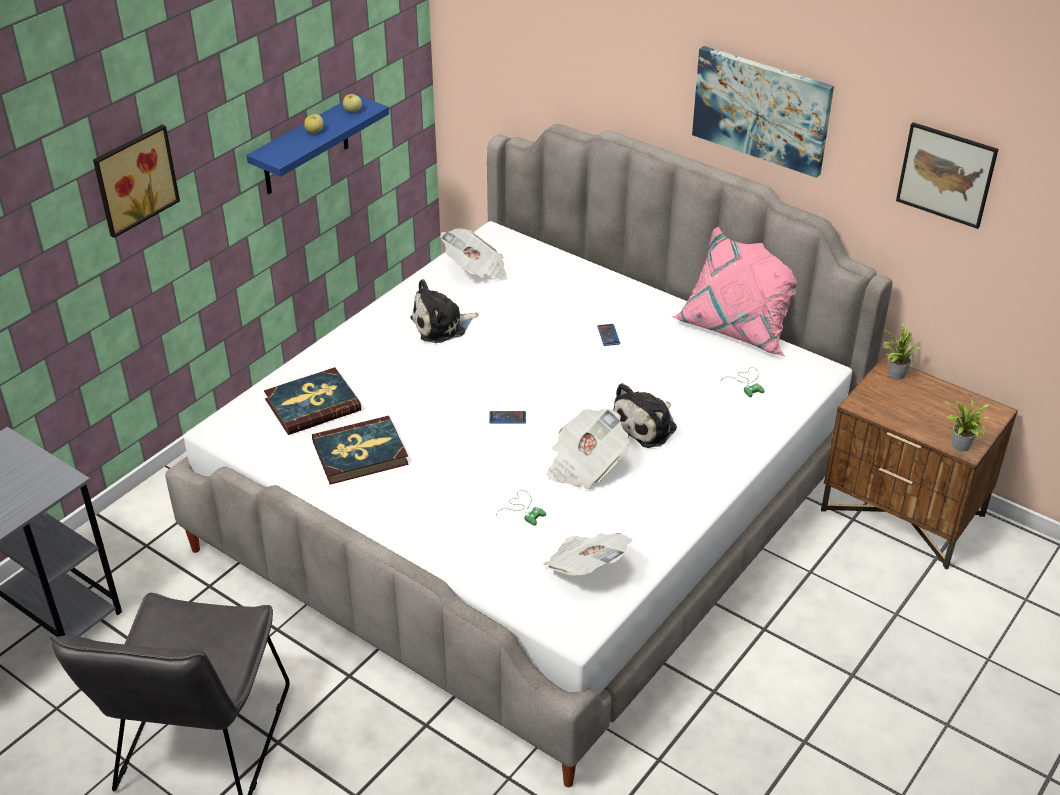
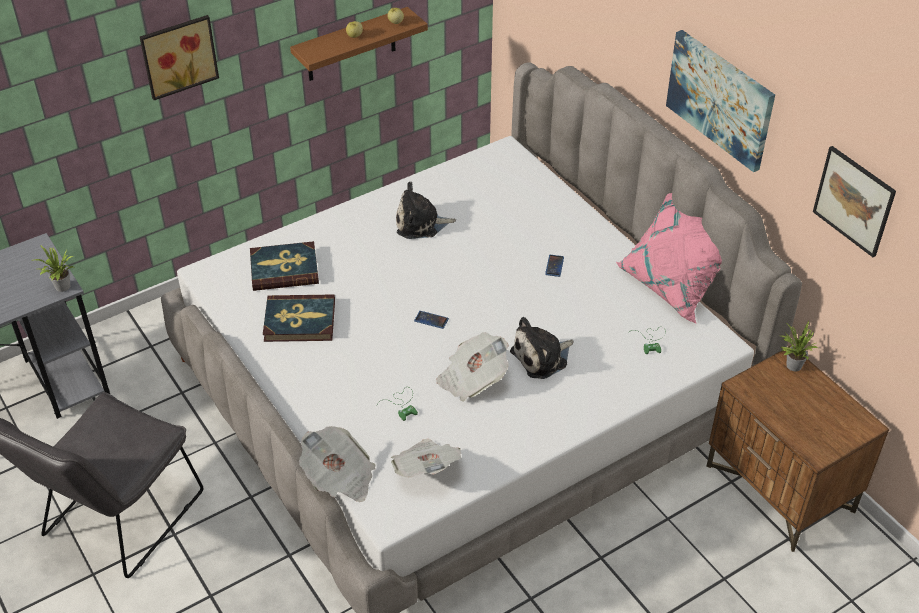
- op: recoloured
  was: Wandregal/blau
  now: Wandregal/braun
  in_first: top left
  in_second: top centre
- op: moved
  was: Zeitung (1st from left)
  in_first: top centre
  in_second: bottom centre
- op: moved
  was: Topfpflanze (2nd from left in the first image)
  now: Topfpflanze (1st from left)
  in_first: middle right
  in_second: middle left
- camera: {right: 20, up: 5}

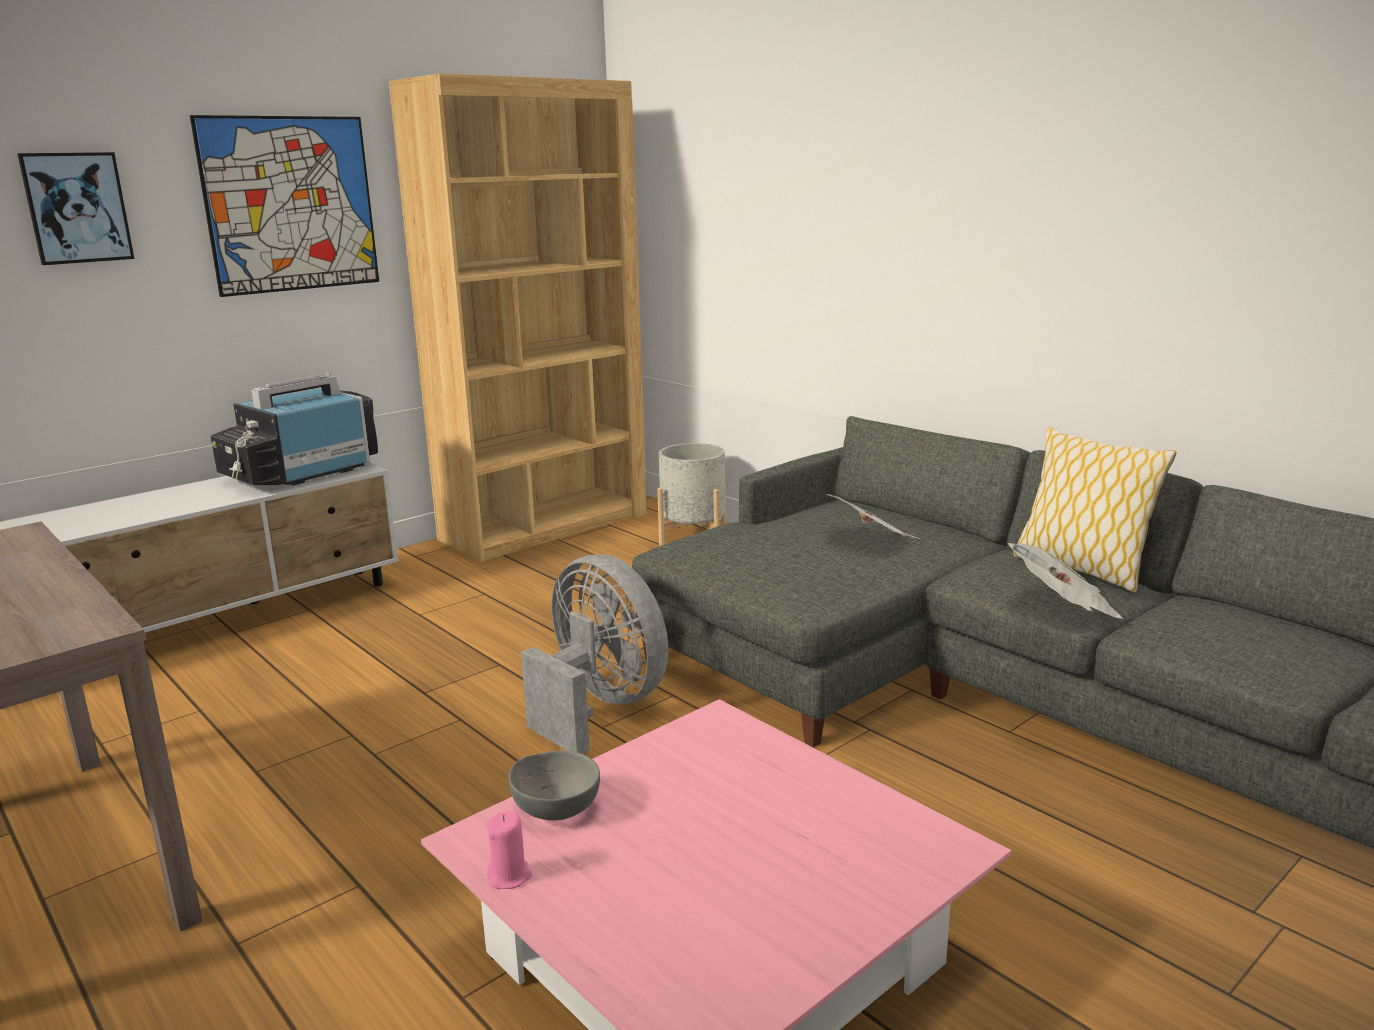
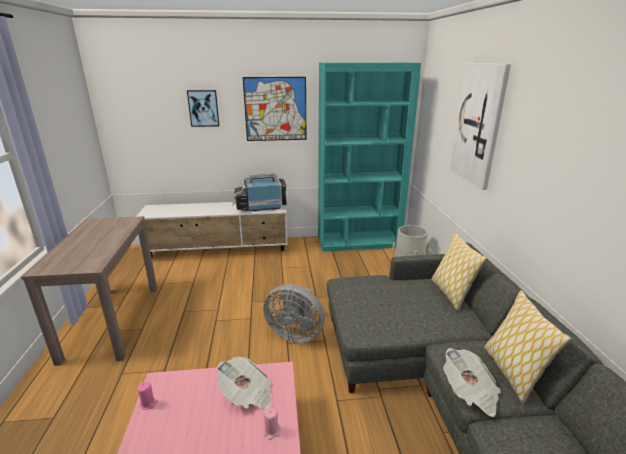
- op: recoloured
  was: Bücherregal/braun
  now: Bücherregal/türkis
  in_first: top centre
  in_second: centre
- op: moved
  was: Zeitung (1st from left)
  in_first: centre
  in_second: bottom centre
- op: turned
  was: Ventilator/grau
  in_first: centre
  in_second: bottom centre
  clockwise: 120
- op: removed
  was: Schüssel/grau
  in_first: bottom centre
- op: added
  now: Bild (3rd from left)
  in_second: top right
- op: added
  now: Kissen (1st from left)
  in_second: middle right
- op: added
  now: Kerze/rosa (2nd from left)
  in_second: bottom centre
- camera: {right: 35, up: 5}

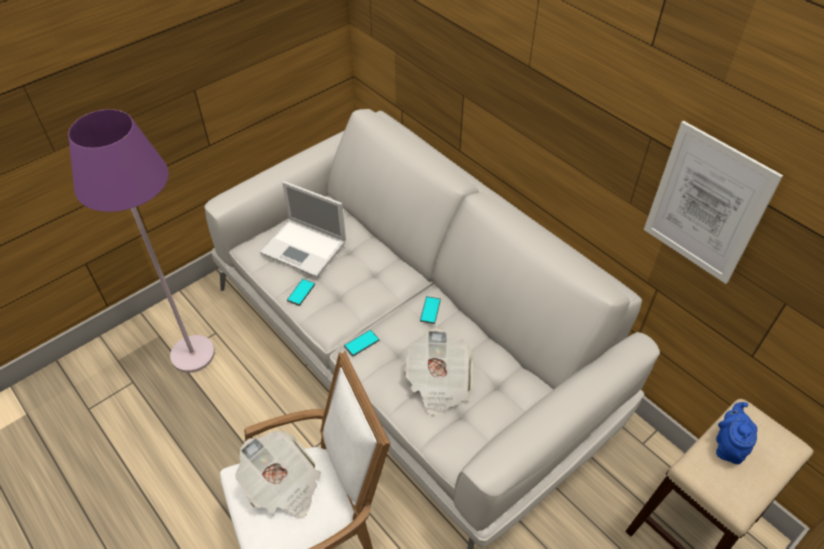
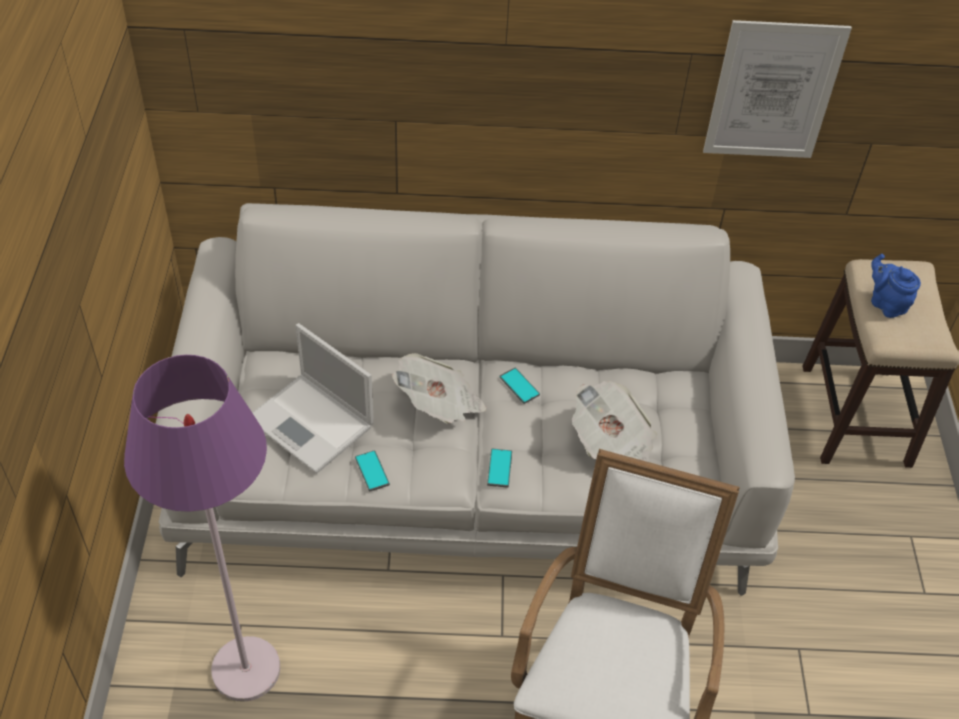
- op: turned
  was: Laptop
  in_first: centre
  in_second: middle left
  clockwise: 60
- op: moved
  was: Zeitung (1st from left)
  in_first: bottom centre
  in_second: centre
- camera: {right: -50, up: 0}

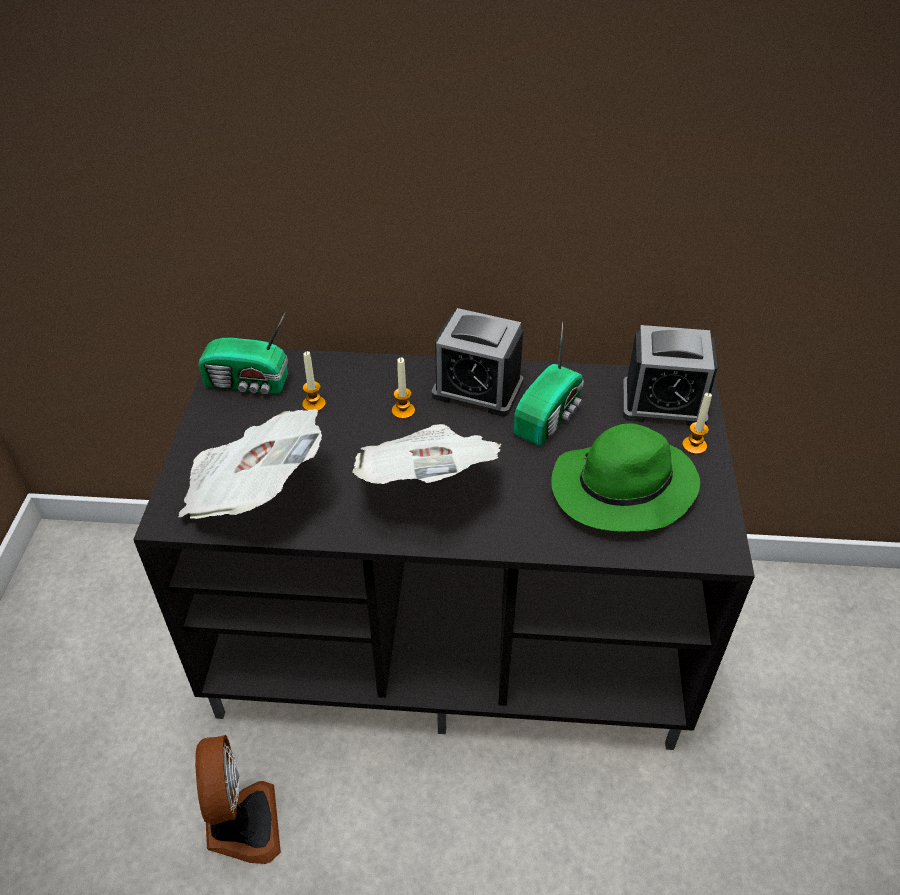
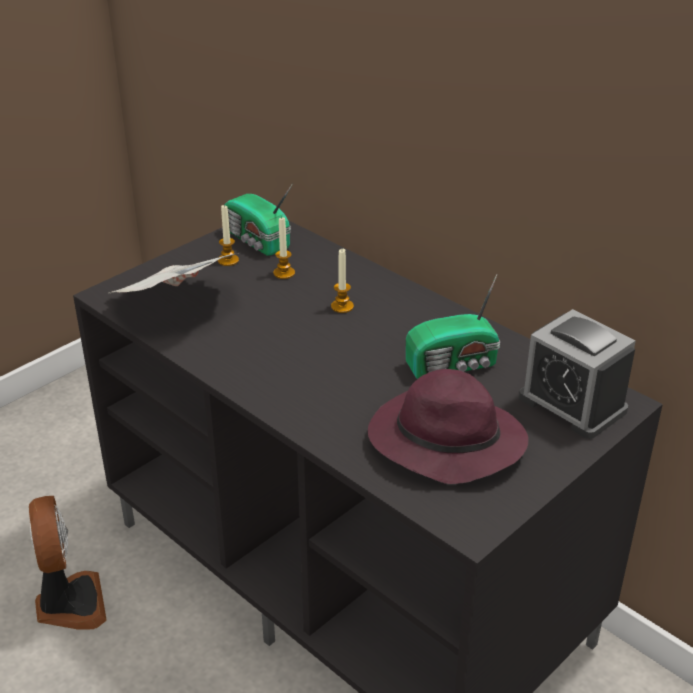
- op: removed
  was: Wecker (1st from left)
  in_first: centre
- op: moved
  was: Kerze (3rd from left in the first image)
  now: Kerze (1st from left)
  in_first: middle right
  in_second: middle left
- op: recoloured
  was: Hut/grün
  now: Hut/lila
  in_first: middle right
  in_second: centre
- op: removed
  was: Zeitung (2nd from left)
  in_first: centre
- op: turned
  was: Ventilator
  in_first: bottom left
  in_second: bottom left
  clockwise: -45
- camera: {right: 40, up: -10}

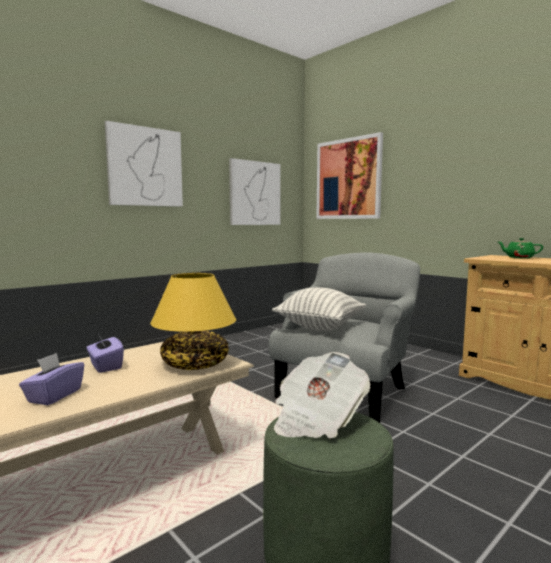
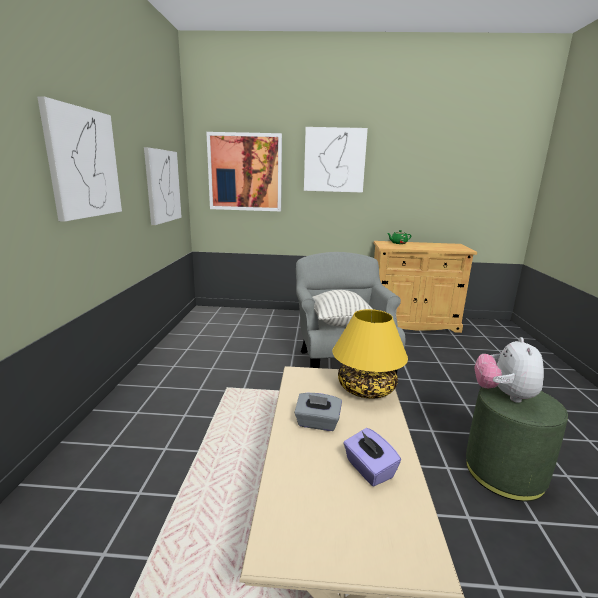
- op: recoloured
  was: Taschentuchbox/lila (2nd from left)
  now: Taschentuchbox/grau
  in_first: middle left
  in_second: bottom centre
- op: replaced
  was: Zeitung
  now: Plüschtier
  in_first: bottom centre
  in_second: middle right
- op: added
  now: Bild (4th from left)
  in_second: top centre
- camera: {right: -45, up: 10}

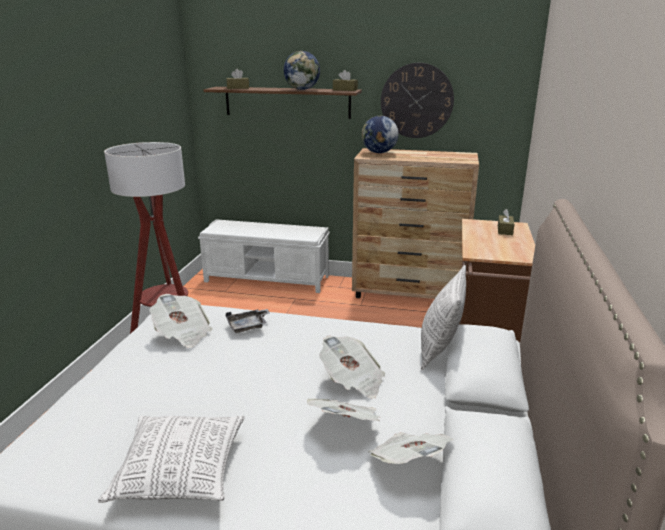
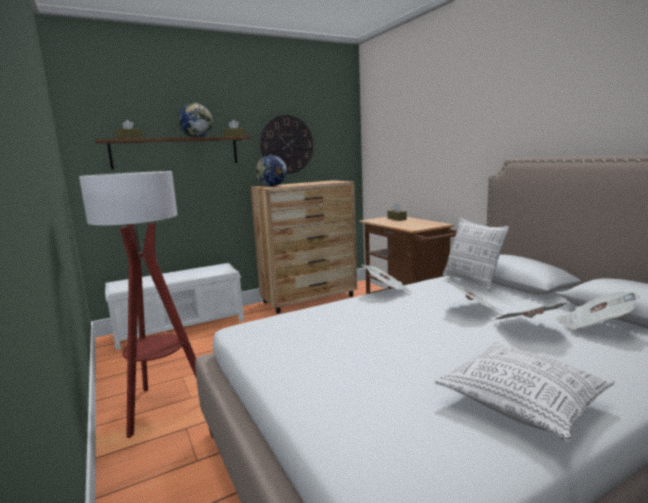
- op: moved
  was: Zeitung (1st from left)
  in_first: middle left
  in_second: centre
- op: removed
  was: Tablett/grau
  in_first: centre
- camera: {right: -40, up: -10}

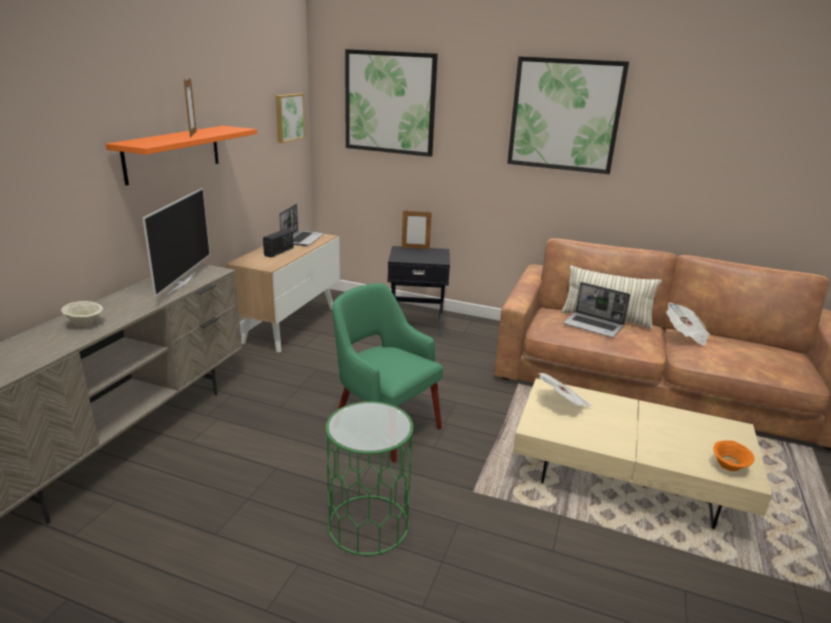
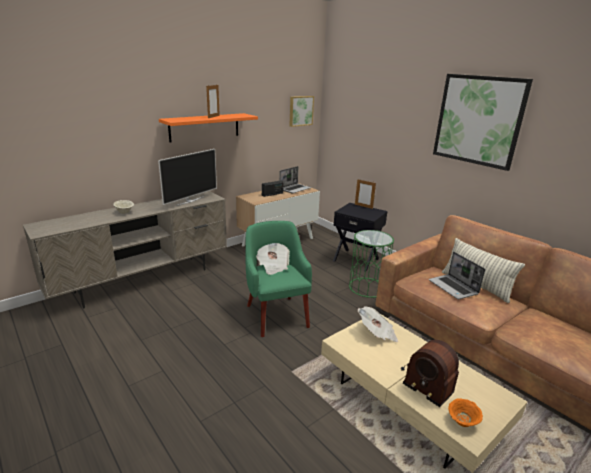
- op: removed
  was: Bild (2nd from left)
  in_first: top centre
- op: moved
  was: Zeitung (2nd from left in the first image)
  now: Zeitung (1st from left)
  in_first: middle right
  in_second: centre
- op: moved
  was: Beistelltisch/grün
  in_first: bottom centre
  in_second: centre
- op: added
  now: Radio (2nd from left)
  in_second: bottom right
- camera: {right: 30, up: 0}

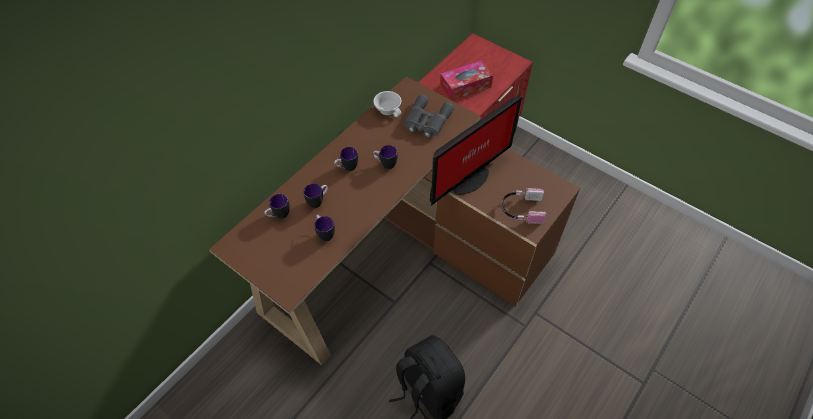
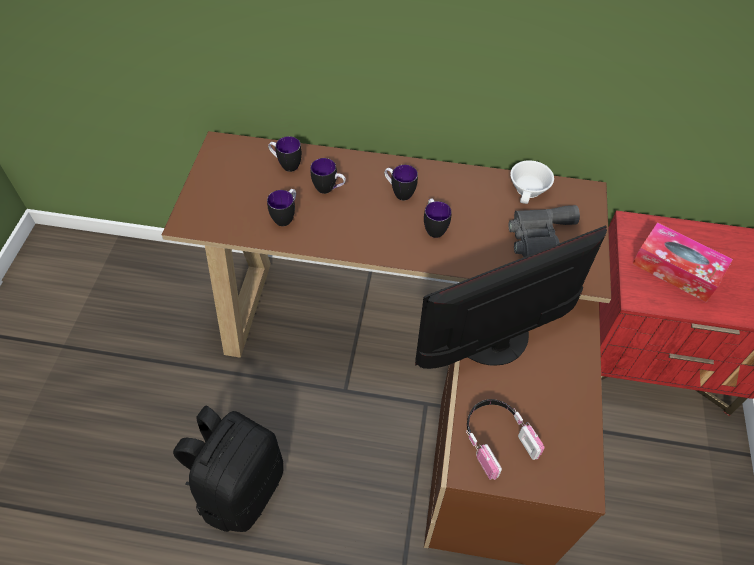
- op: turned
  was: Monitor
  in_first: centre
  in_second: middle right
  clockwise: 135
- camera: {right: 60, up: 0}

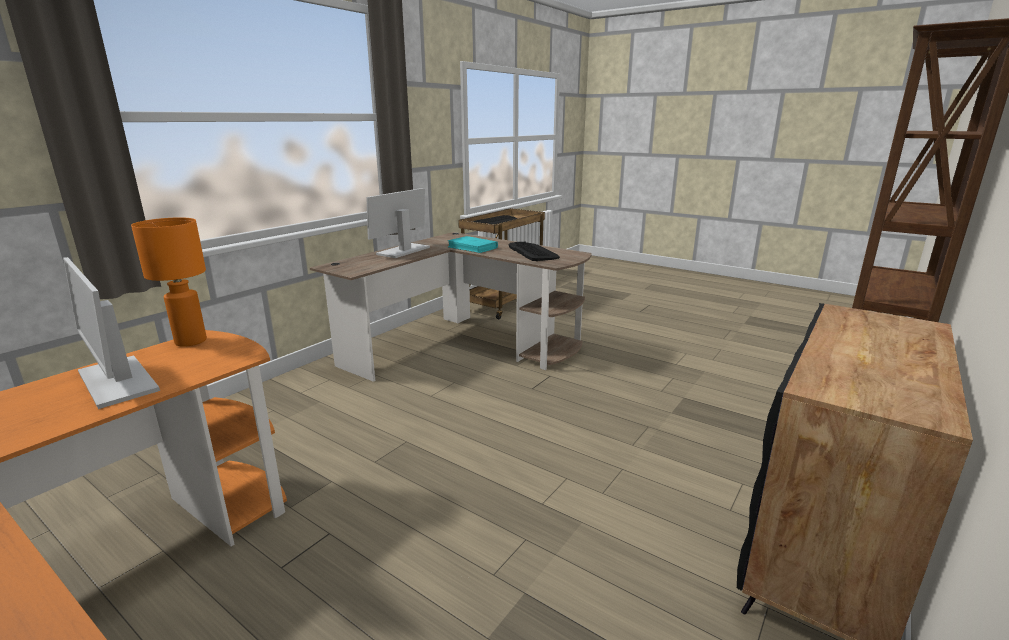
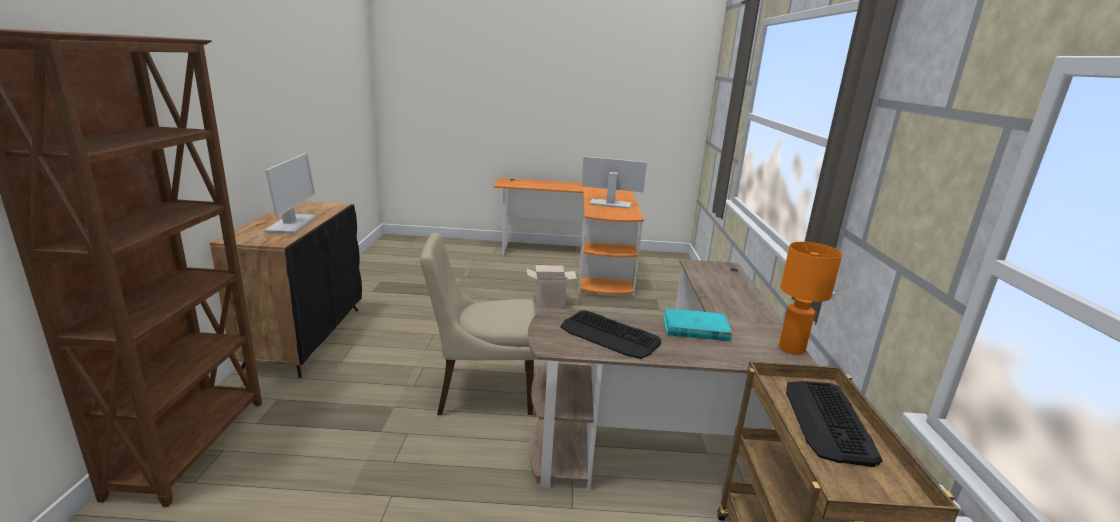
- op: moved
  was: Monitor (2nd from left in the first image)
  now: Monitor (1st from left)
  in_first: centre
  in_second: middle left
- op: moved
  was: Tischlampe/orange
  in_first: middle left
  in_second: middle right
- op: added
  now: Stuhl/beige
  in_second: centre
- op: added
  now: Karton
  in_second: centre
- camera: {right: 145, up: 0}

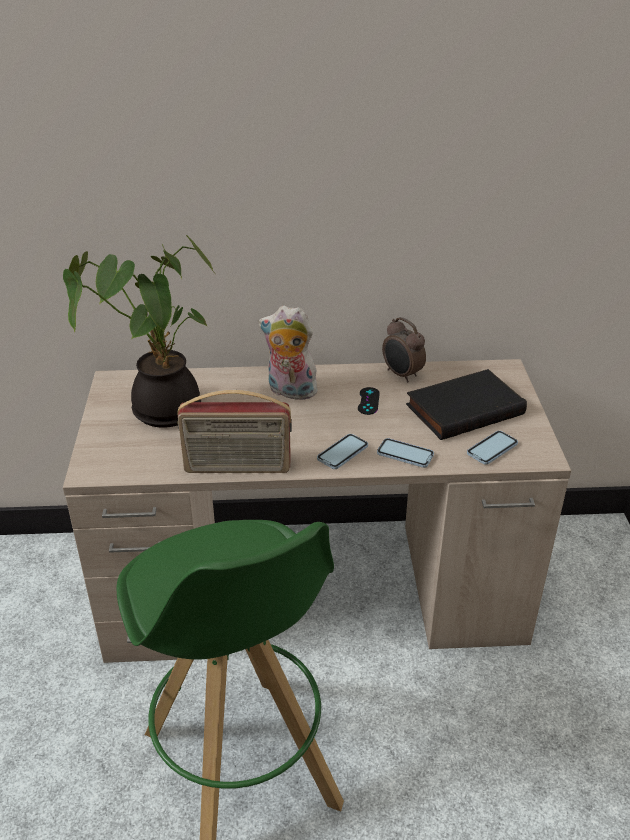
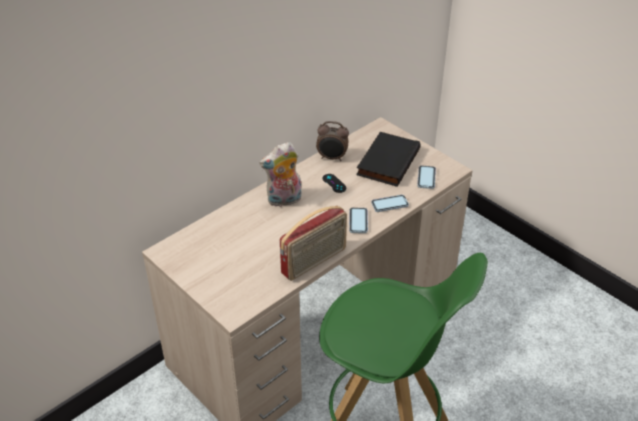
- op: removed
  was: Topfpflanze
  in_first: middle left
- camera: {right: -40, up: 5}

